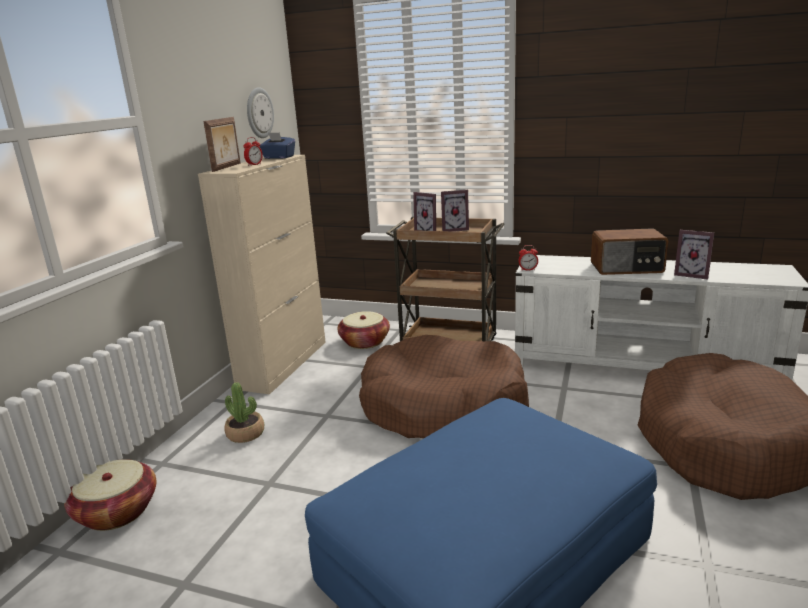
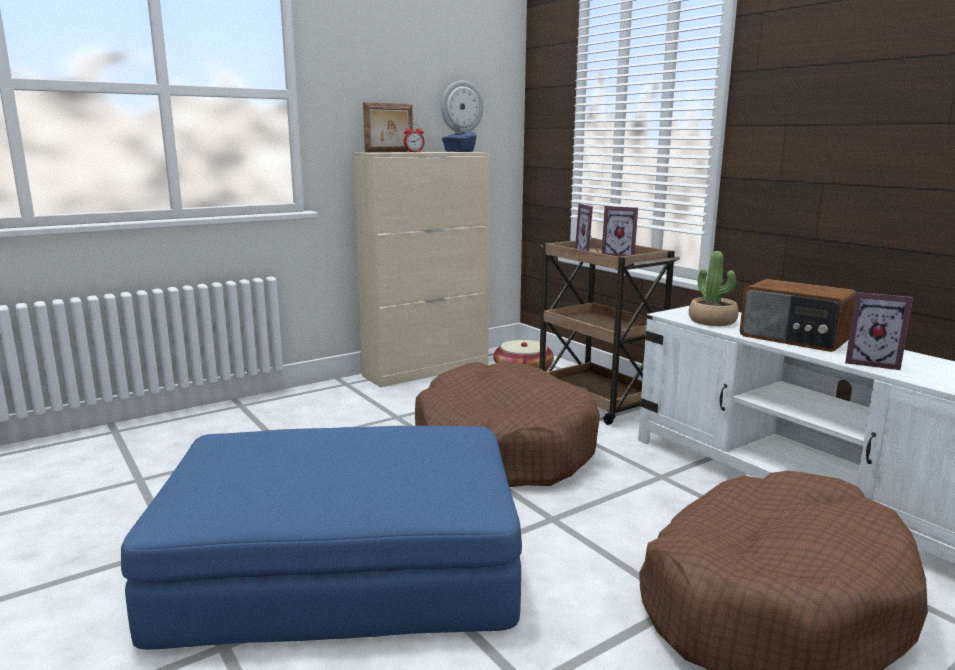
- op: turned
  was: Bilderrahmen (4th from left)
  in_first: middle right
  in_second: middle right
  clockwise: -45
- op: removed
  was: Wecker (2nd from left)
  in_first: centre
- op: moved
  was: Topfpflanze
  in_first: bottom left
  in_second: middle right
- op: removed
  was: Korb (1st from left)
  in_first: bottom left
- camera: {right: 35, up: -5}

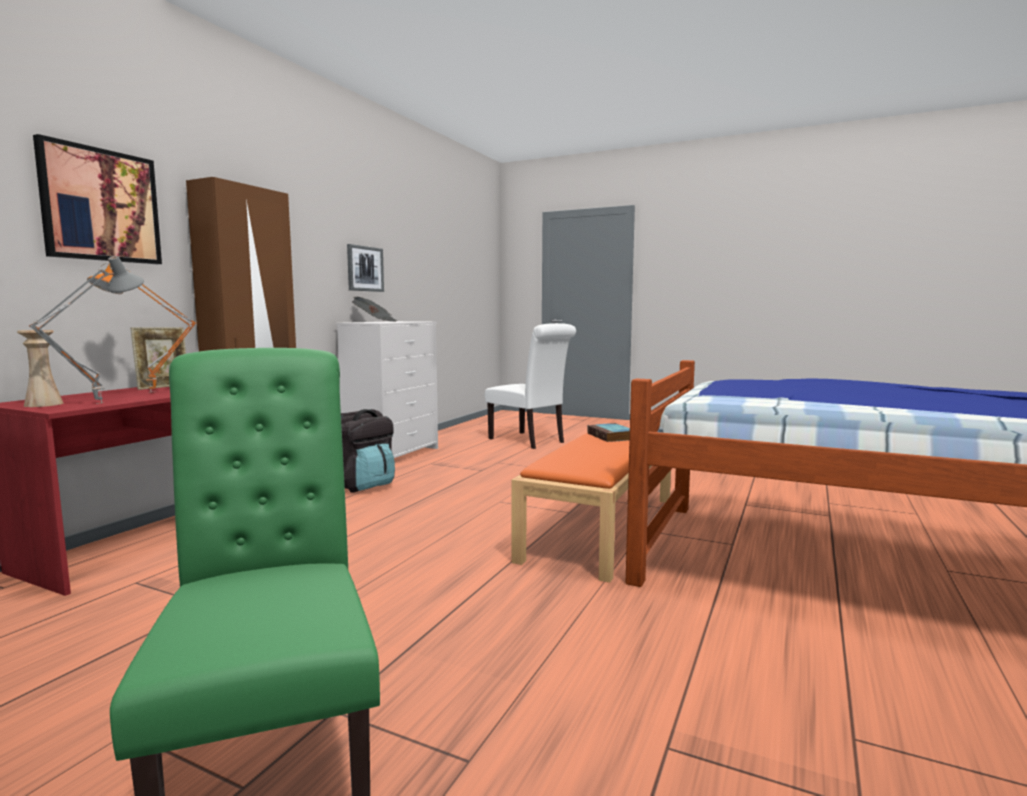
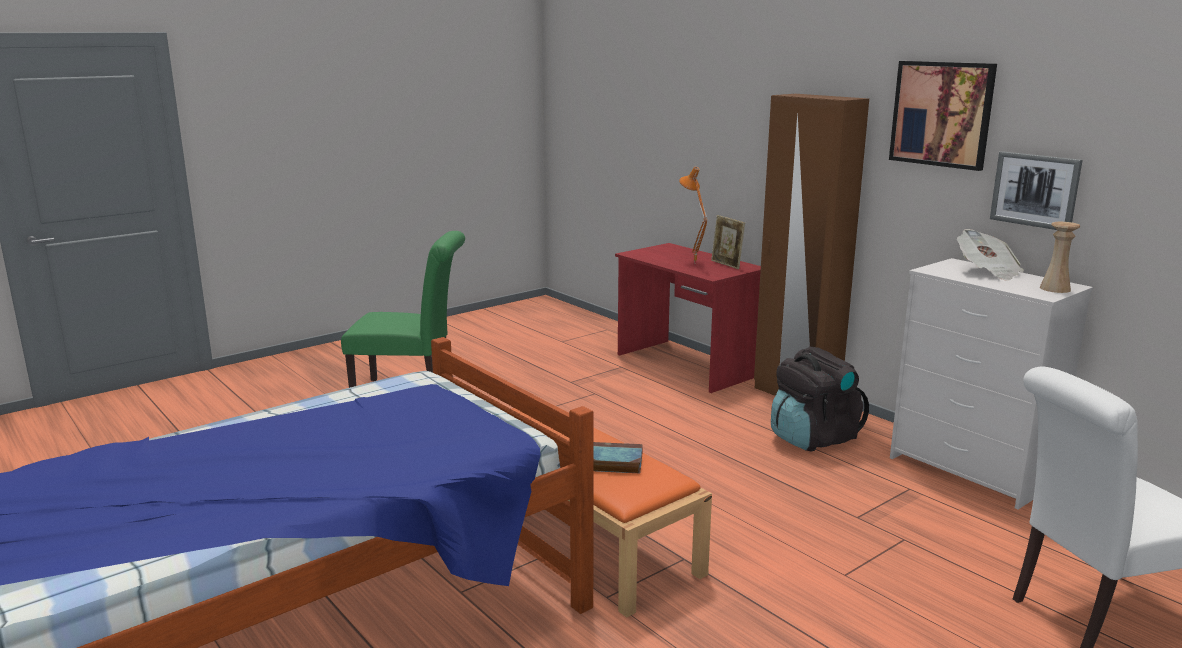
- op: moved
  was: Bild (1st from left)
  in_first: top left
  in_second: top right
- op: removed
  was: Tischlampe/grau
  in_first: middle left
- op: moved
  was: Vase/beige
  in_first: middle left
  in_second: middle right
- camera: {right: 115, up: 10}

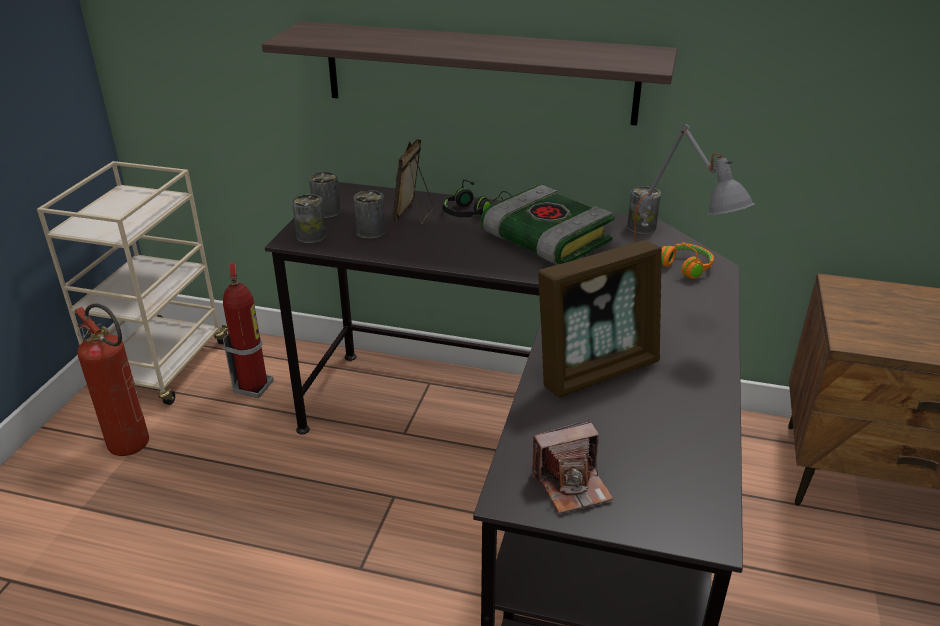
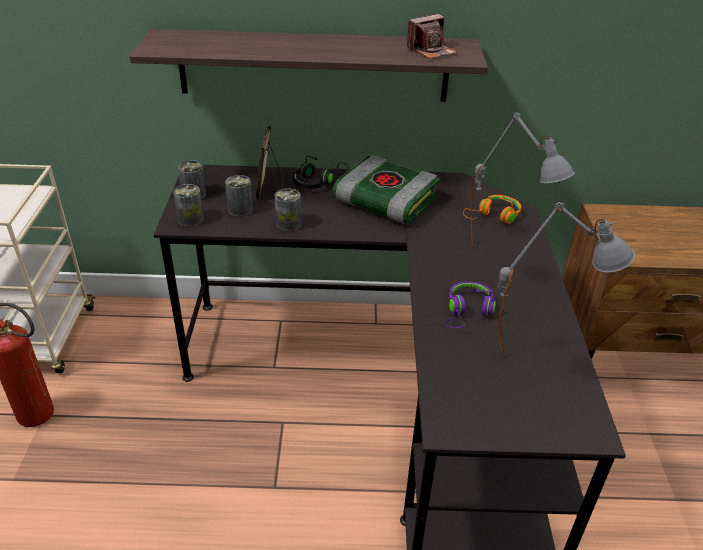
- op: moved
  was: Dose (4th from left)
  in_first: middle right
  in_second: centre
- op: replaced
  was: Bilderrahmen (2nd from left)
  now: Kopfhörer/lila
  in_first: centre
  in_second: middle right
- op: removed
  was: Feuerlöscher (2nd from left)
  in_first: middle left
- op: moved
  was: Kamera
  in_first: bottom centre
  in_second: top centre
- op: added
  now: Tischlampe/grau (2nd from left)
  in_second: middle right
- camera: {right: -15, up: 5}

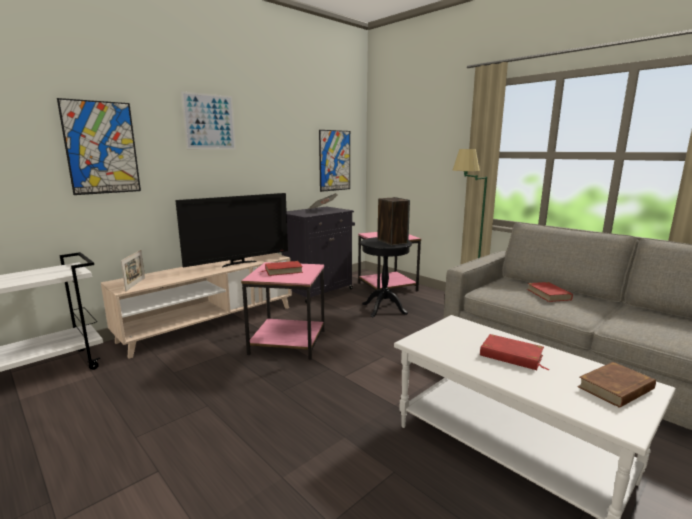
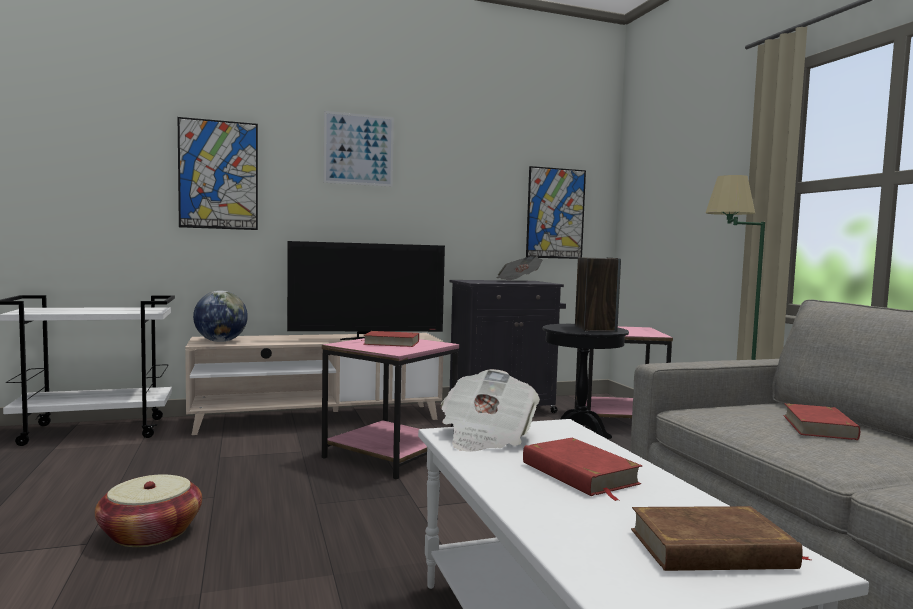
- op: replaced
  was: Bilderrahmen
  now: Globus
  in_first: middle left
  in_second: middle left
- op: added
  now: Zeitung (1st from left)
  in_second: bottom centre
- op: added
  now: Korb
  in_second: bottom left
- camera: {right: 25, up: -10}

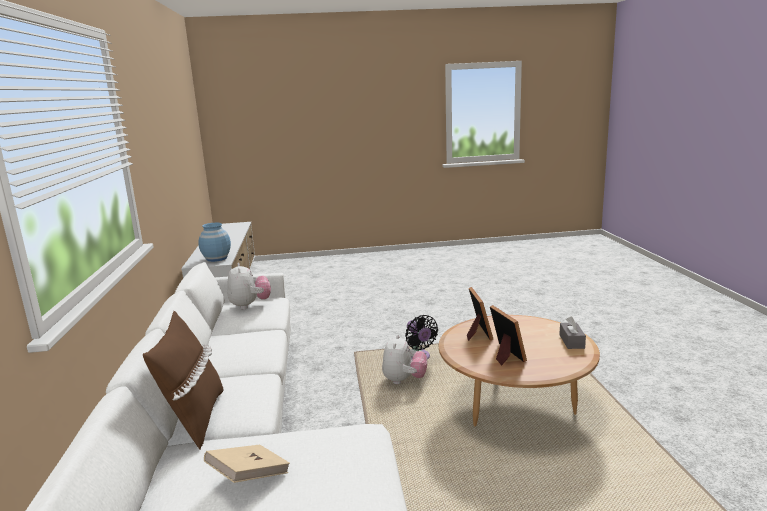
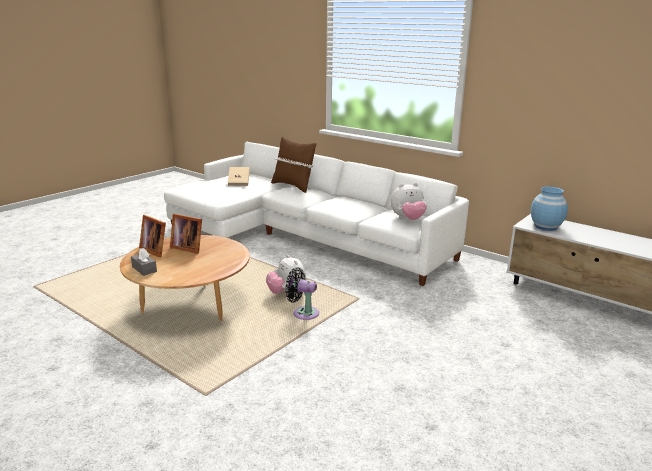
- op: turned
  was: Plüschtier (1st from left in the first image)
  in_first: middle left
  in_second: centre
  clockwise: -45
- op: moved
  was: Bilderrahmen (1st from left)
  in_first: centre
  in_second: middle left
- camera: {right: 135, up: 5}

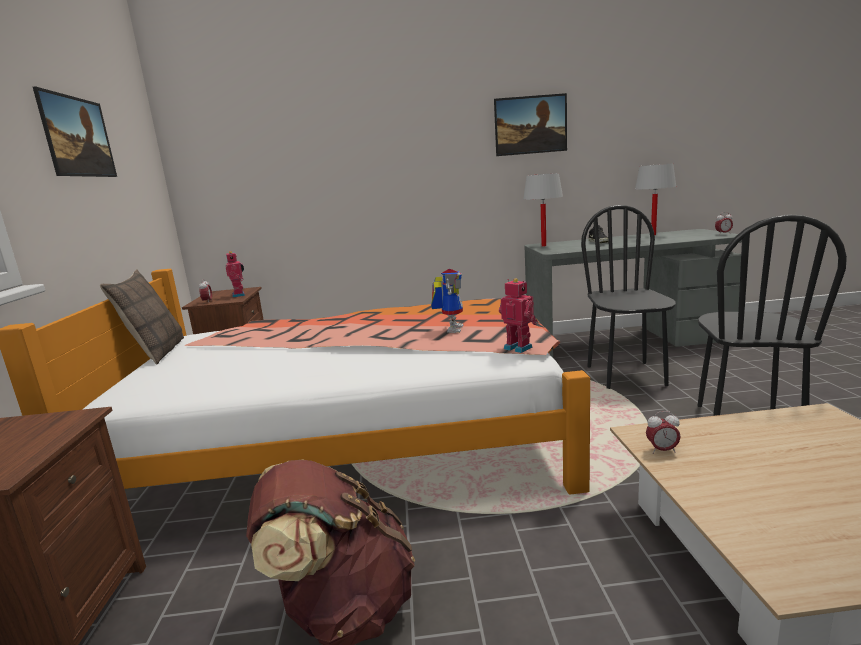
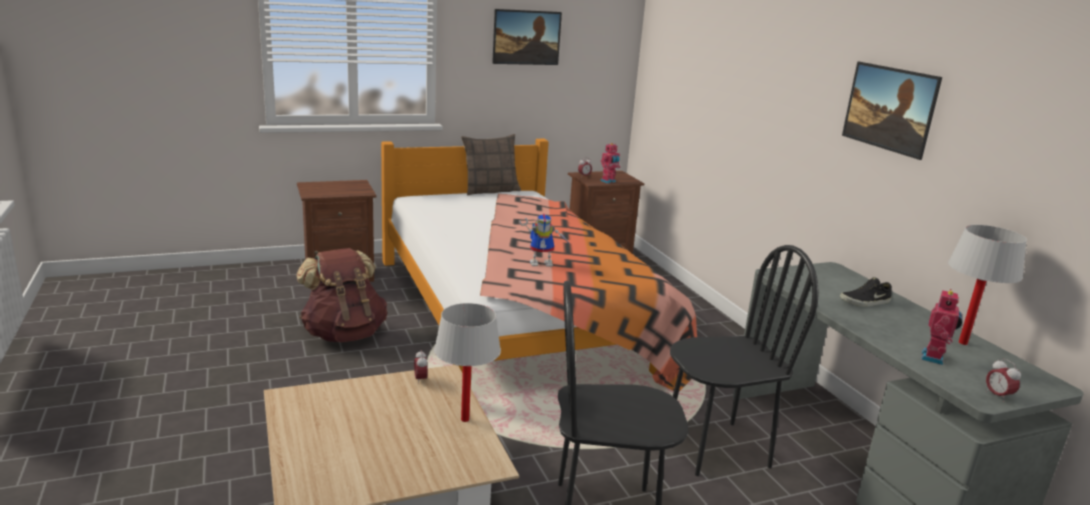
- op: moved
  was: Tischlampe/weiß (1st from left)
  in_first: top centre
  in_second: bottom centre
- op: moved
  was: Spielzeugroboter (3rd from left)
  in_first: centre
  in_second: middle right
- camera: {right: 70, up: 5}

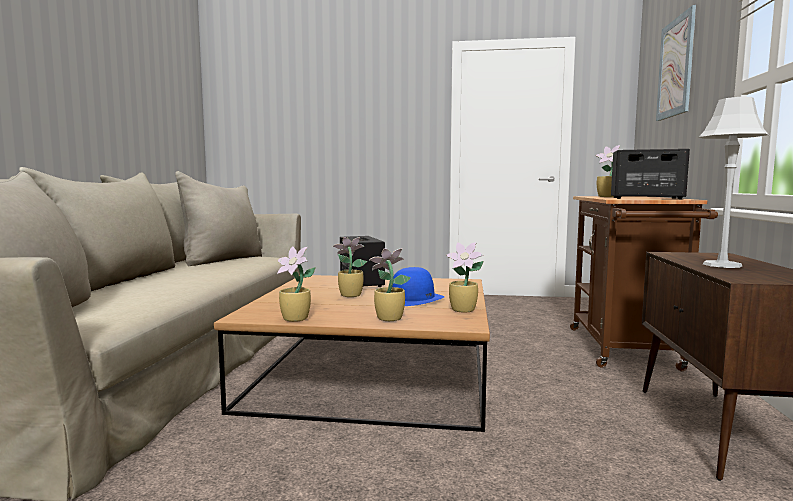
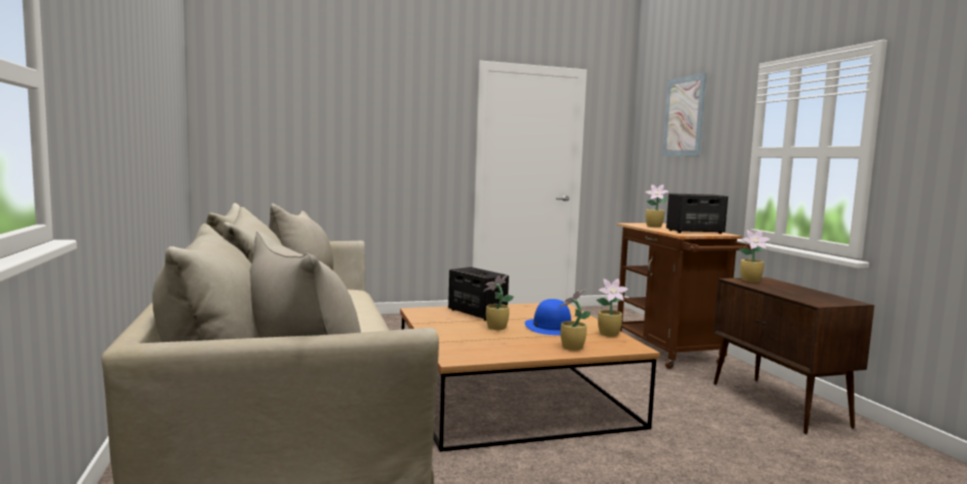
- op: removed
  was: Tischlampe/grau
  in_first: middle right
- op: moved
  was: Topfpflanze (1st from left in the first image)
  now: Topfpflanze (5th from left)
  in_first: centre
  in_second: middle right
- camera: {right: -25, up: 0}

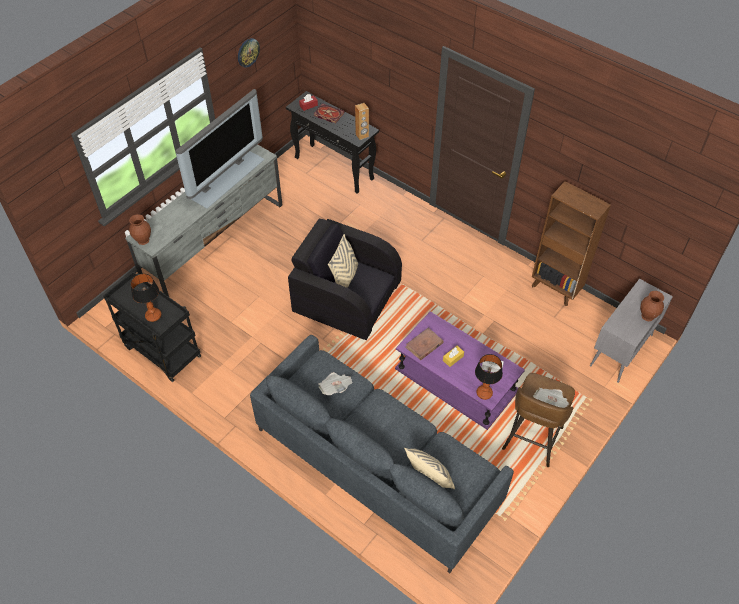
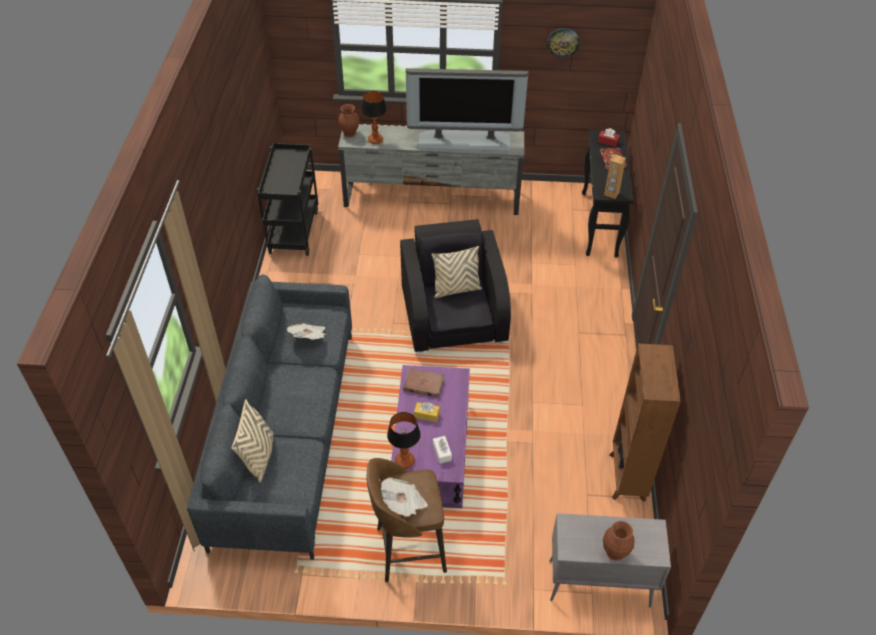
- op: moved
  was: Tischlampe (1st from left)
  in_first: middle left
  in_second: top centre
- camera: {right: 55, up: -5}

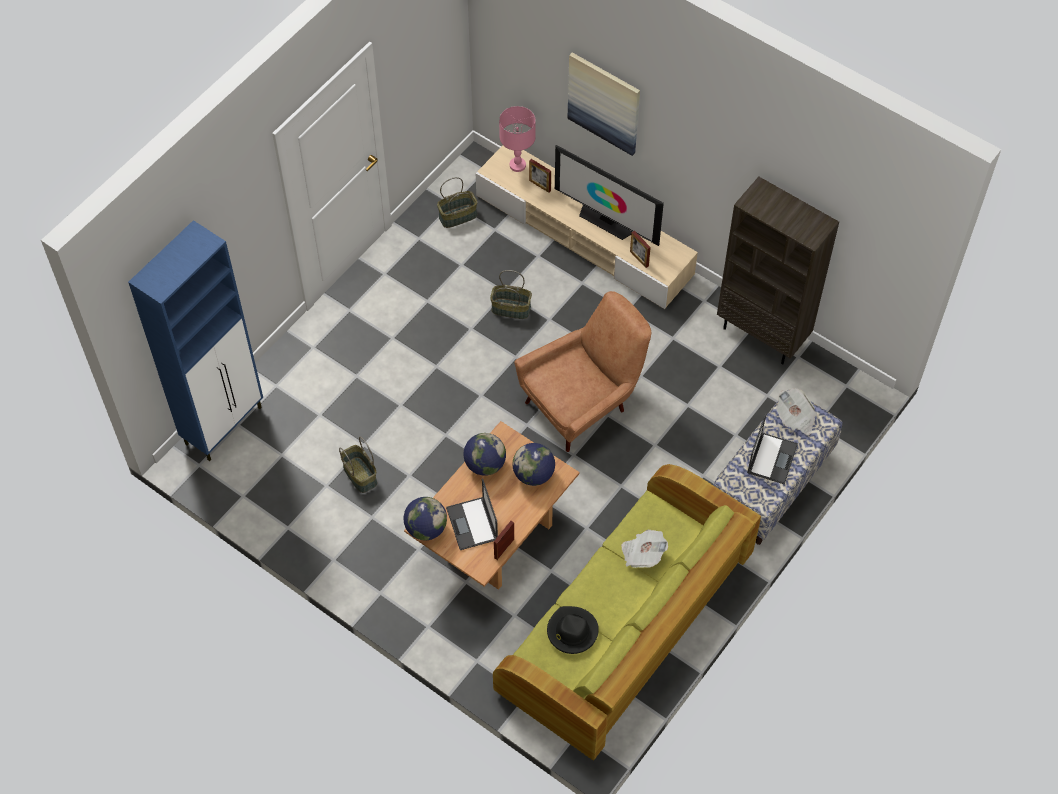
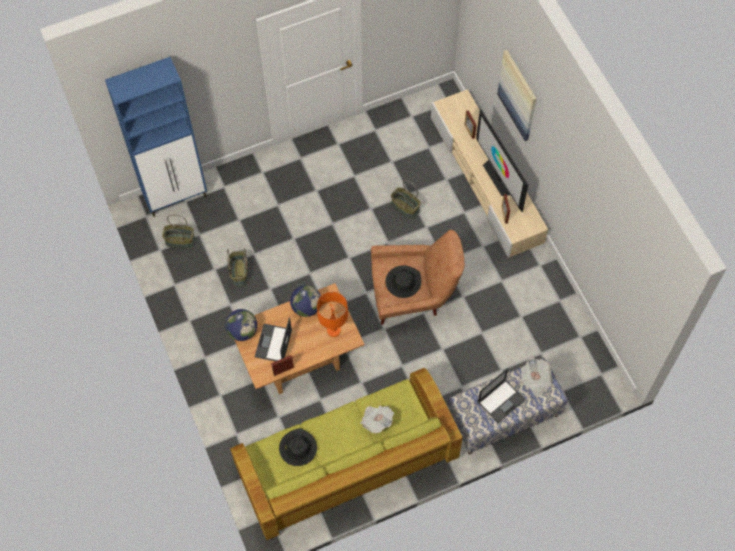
- op: removed
  was: Tischlampe/rosa
  in_first: top centre
- op: moved
  was: Korb (2nd from left in the first image)
  now: Korb (1st from left)
  in_first: top centre
  in_second: middle left
- op: removed
  was: Bücherregal/braun
  in_first: middle right
- op: replaced
  was: Globus (3rd from left)
  now: Tischlampe/orange
  in_first: centre
  in_second: centre
- op: added
  now: Hut/schwarz (2nd from left)
  in_second: centre
- camera: {right: 30, up: 5}

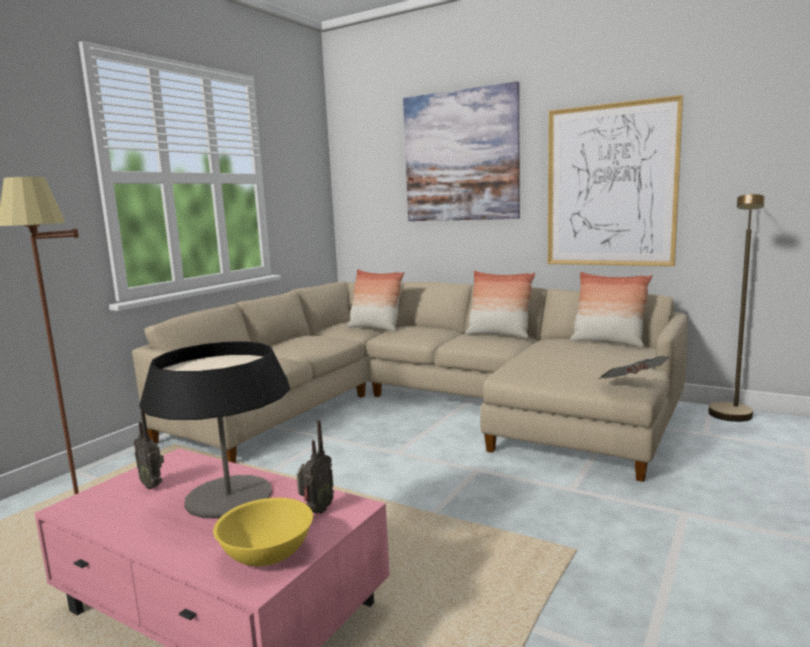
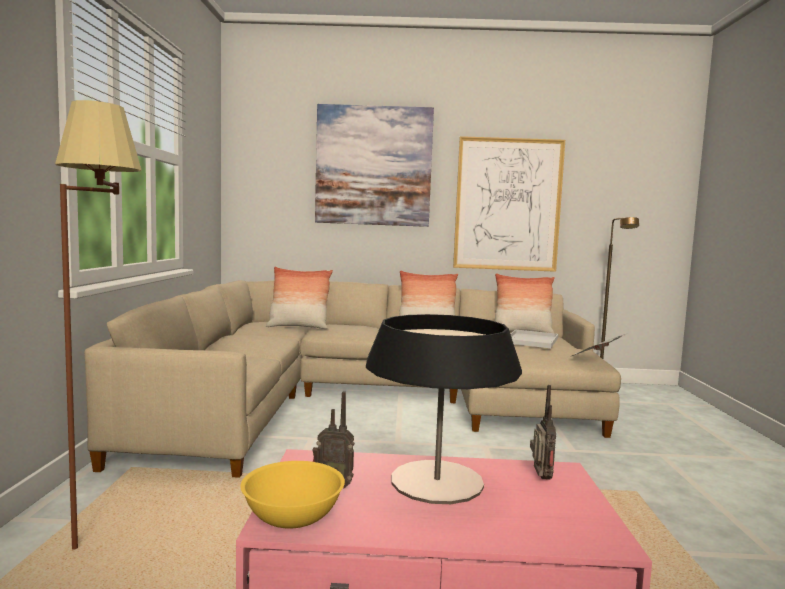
- op: moved
  was: Schüssel/gelb
  in_first: bottom left
  in_second: bottom centre
- op: added
  now: Tablett/weiß
  in_second: middle right
- camera: {right: -30, up: -5}

